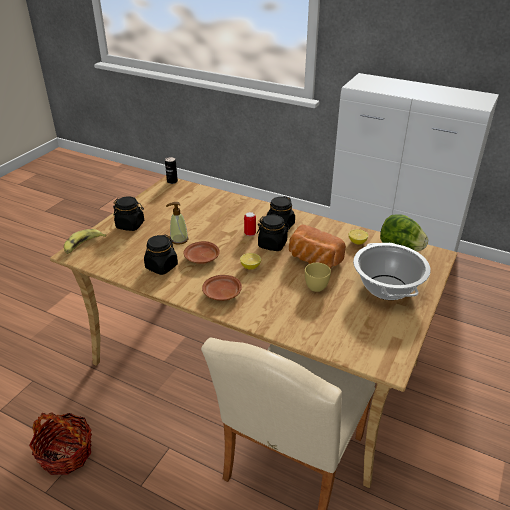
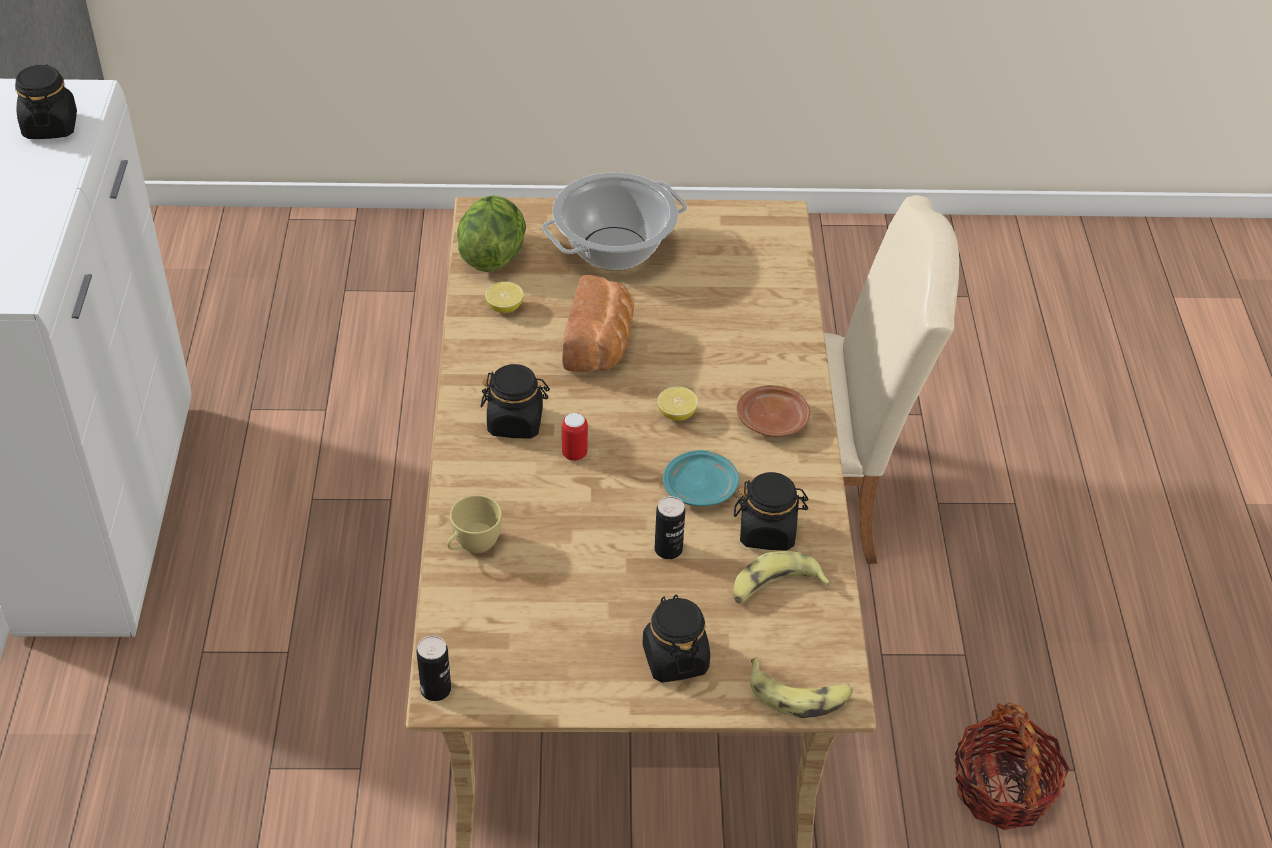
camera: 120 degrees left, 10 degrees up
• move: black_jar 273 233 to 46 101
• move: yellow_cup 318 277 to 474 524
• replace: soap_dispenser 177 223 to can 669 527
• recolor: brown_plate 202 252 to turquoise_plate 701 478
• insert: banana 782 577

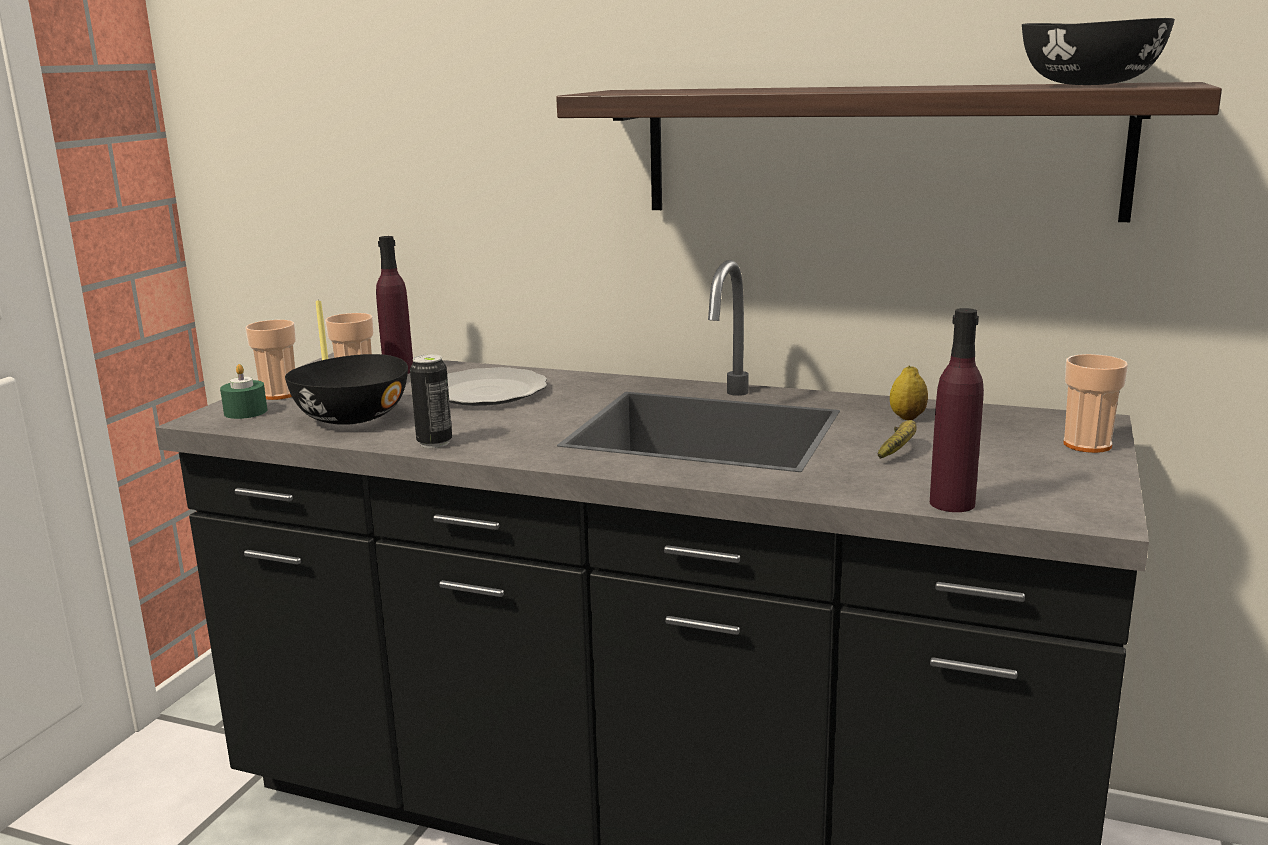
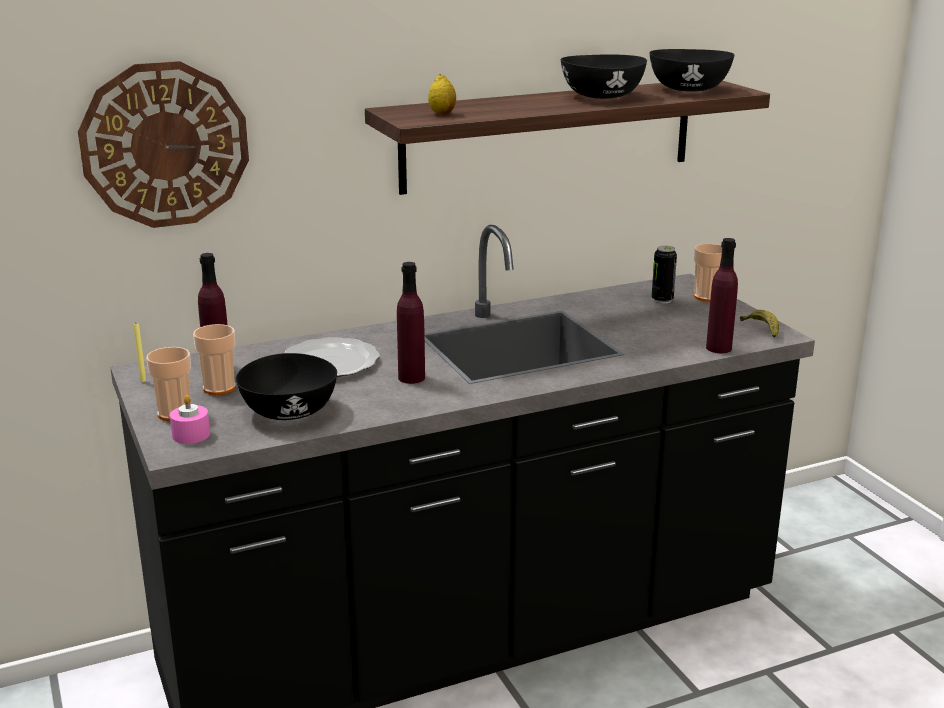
camera: 45 degrees left, 5 degrees up
• insert: wall_clock 163 144
• recolor: green_candle 243 391 to pink_candle 190 419
• insert: purple_bottle 411 323
• move: lemon 909 393 to 442 94
• insert: black_bowl 604 76
• move: can 431 401 to 664 275
• move: banana 897 439 to 759 324

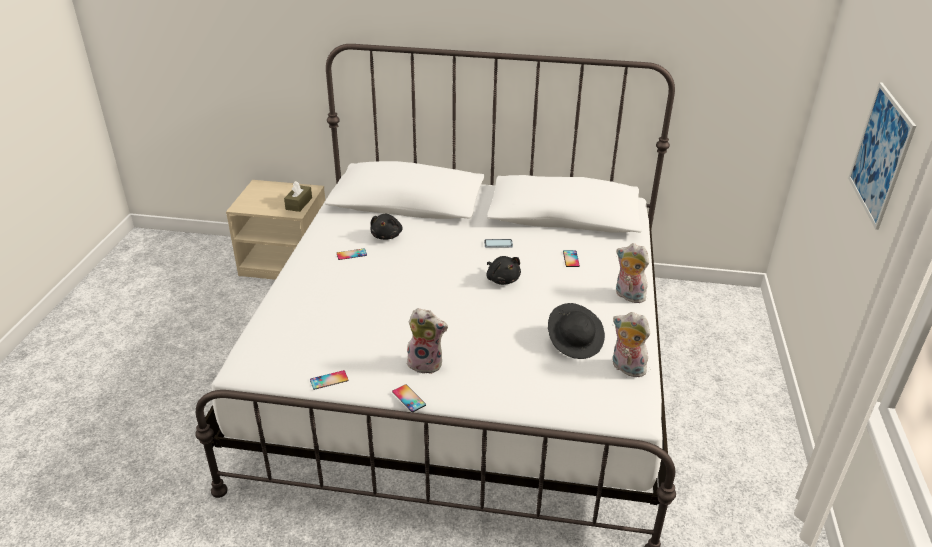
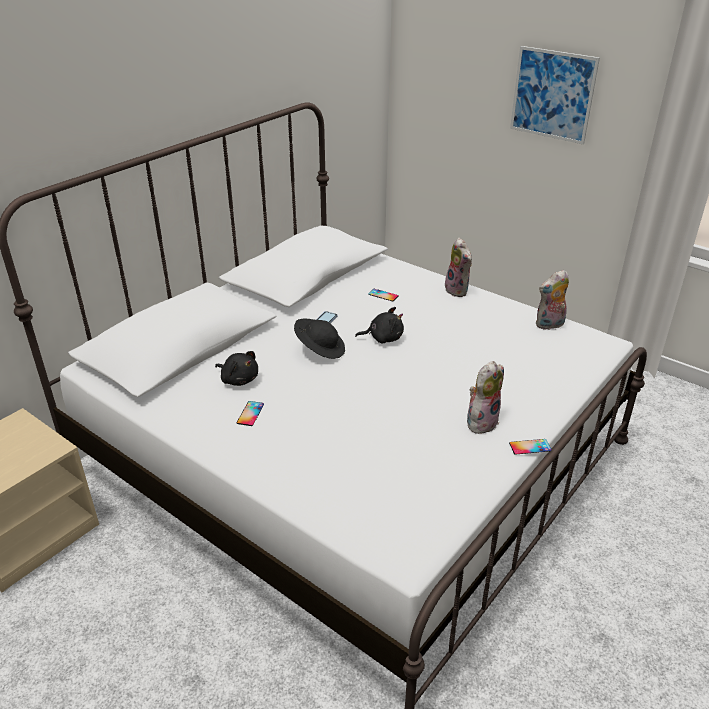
camera: 60 degrees left, 0 degrees up
• move: black_hat 576 331 to 319 339
• rotate: plush_toy 632 273 = 458 267 90 degrees counterclockwise
• delete: brown_tissue_box 298 196
• delete: phone 329 380

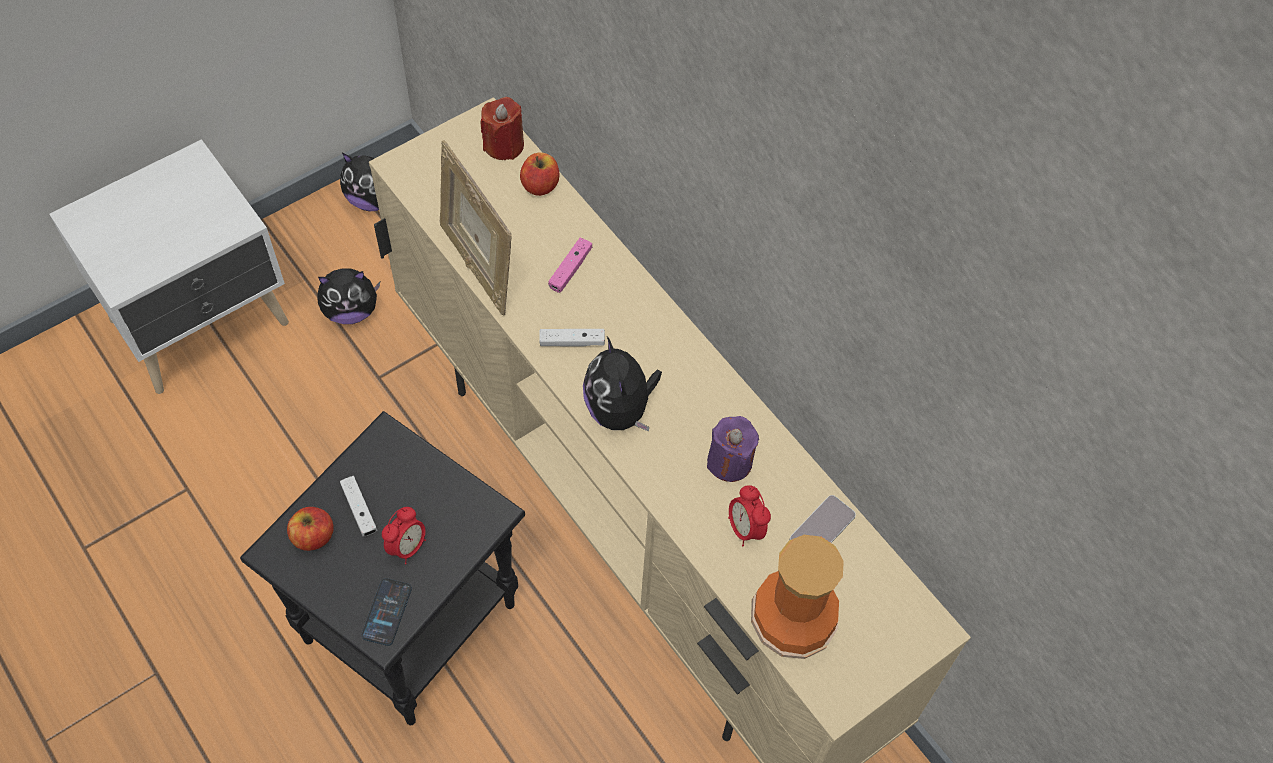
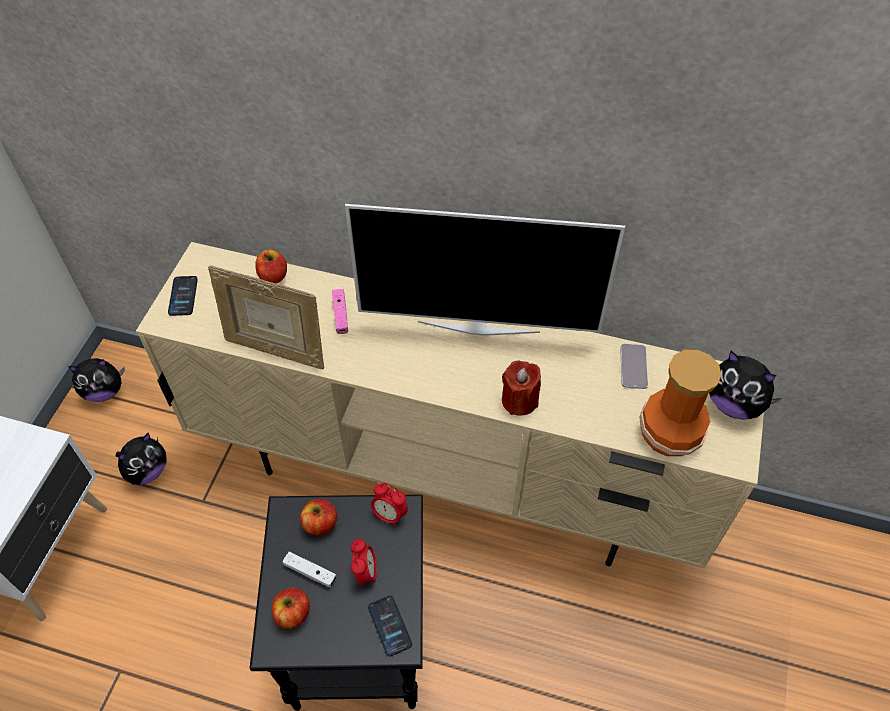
camera: 35 degrees left, 5 degrees down
• insert: phone 183 296
• insert: apple 318 517
• insert: television 485 270
• move: alarm_clock 749 516 to 389 505
• move: red_candle 502 128 to 521 388
• move: plush_toy 622 384 to 745 385
• delete: white_game_controller 572 338
• delete: purple_candle 733 449

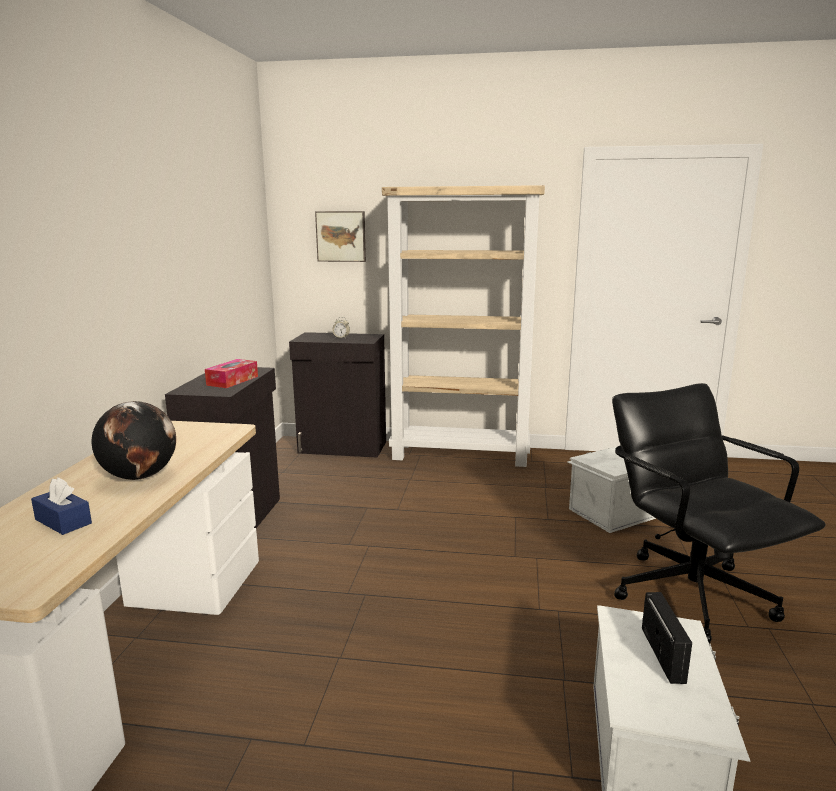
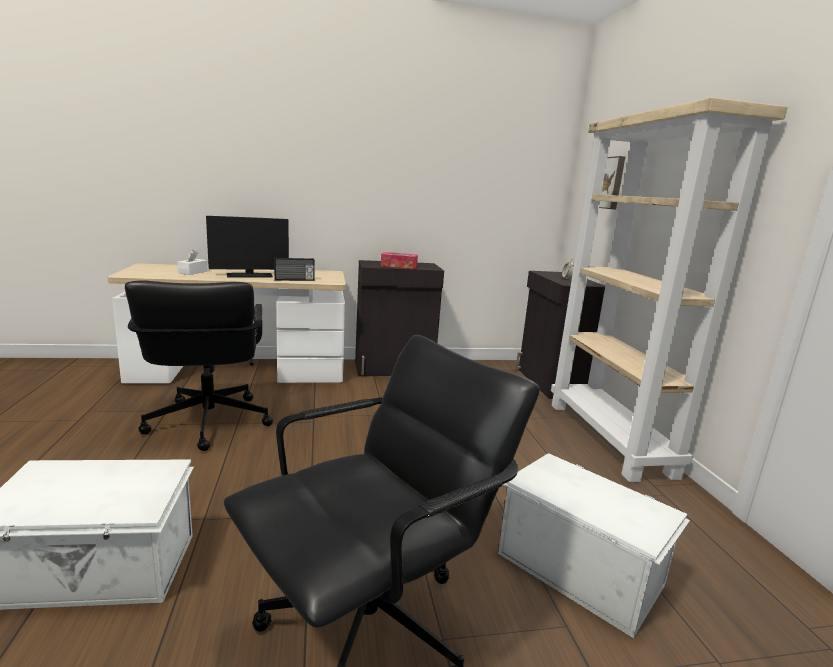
camera: 70 degrees right, 0 degrees up
• insert: black_office_chair 199 365
• recolor: blue_tissue_box 61 506 to white_tissue_box 192 262
• replace: globe 133 440 to monitor 247 246
• move: radio 667 638 to 294 269

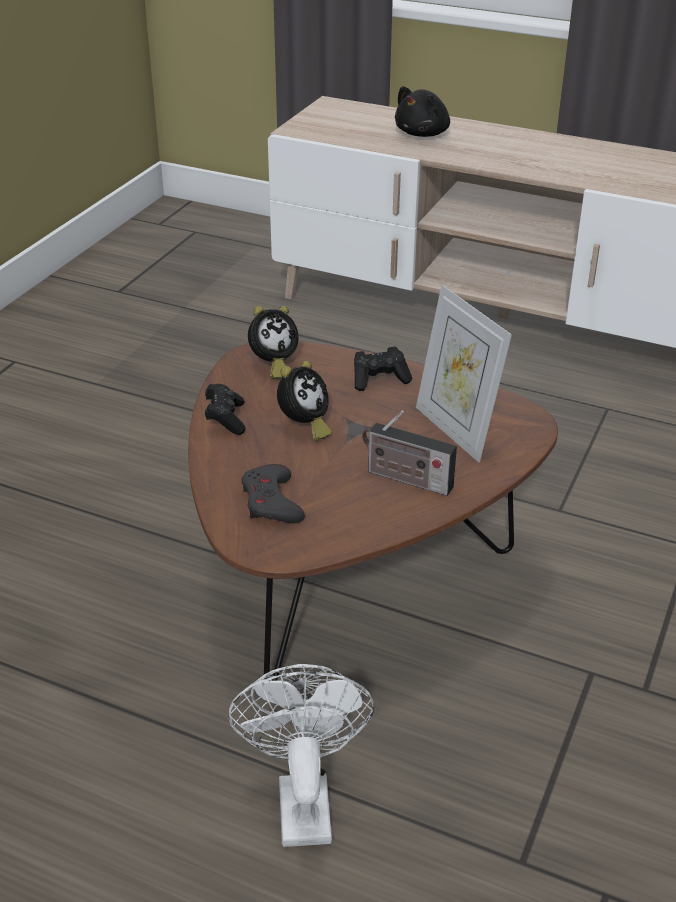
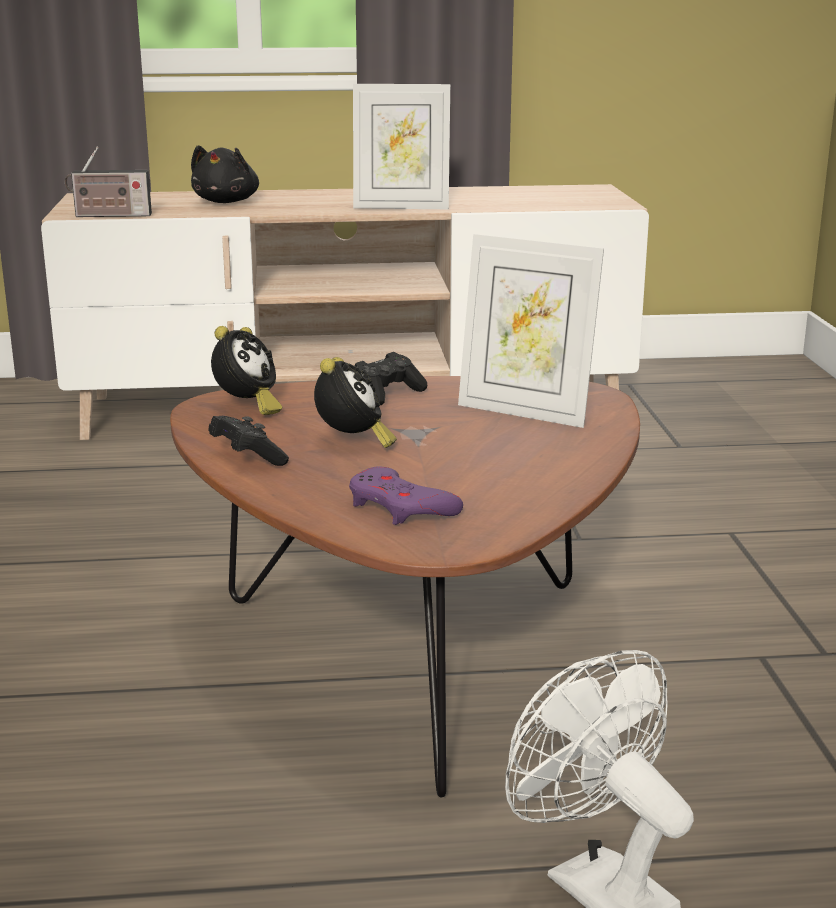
camera: 30 degrees left, 15 degrees down
• move: radio 409 453 to 108 182
• recolor: grey_game_controller 273 493 to purple_game_controller 406 495
• insert: picture_frame 401 146

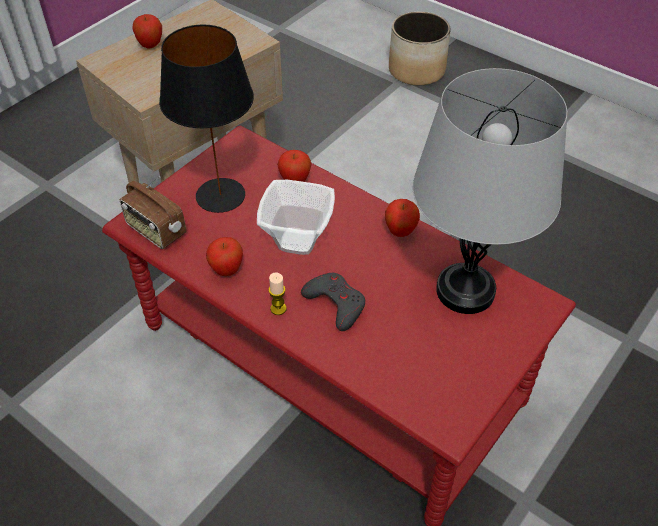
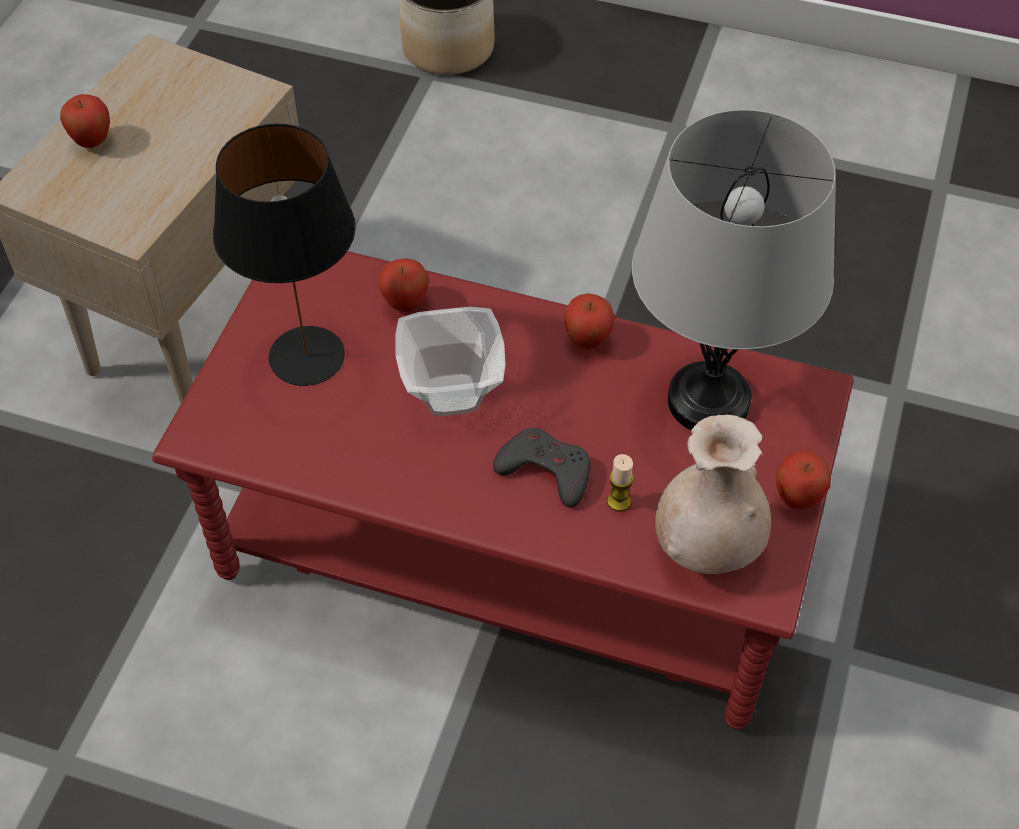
camera: 20 degrees left, 5 degrees up
• move: candle 277 293 to 620 482
• insert: beige_vase 713 494
• move: apple 224 256 to 803 480
• delete: radio 153 212

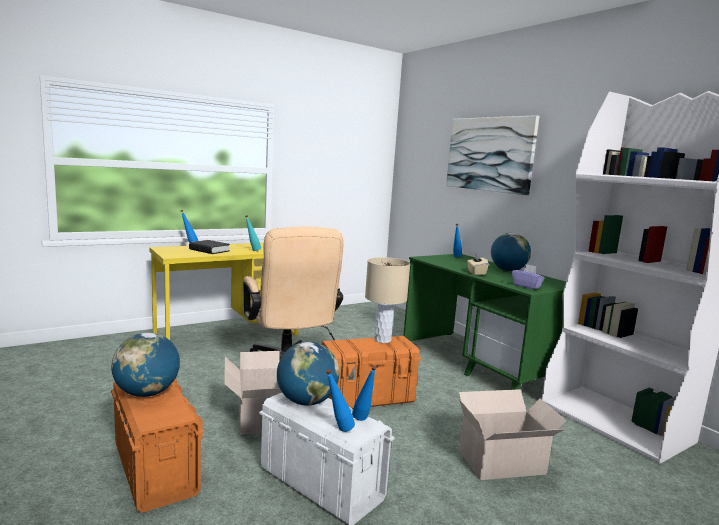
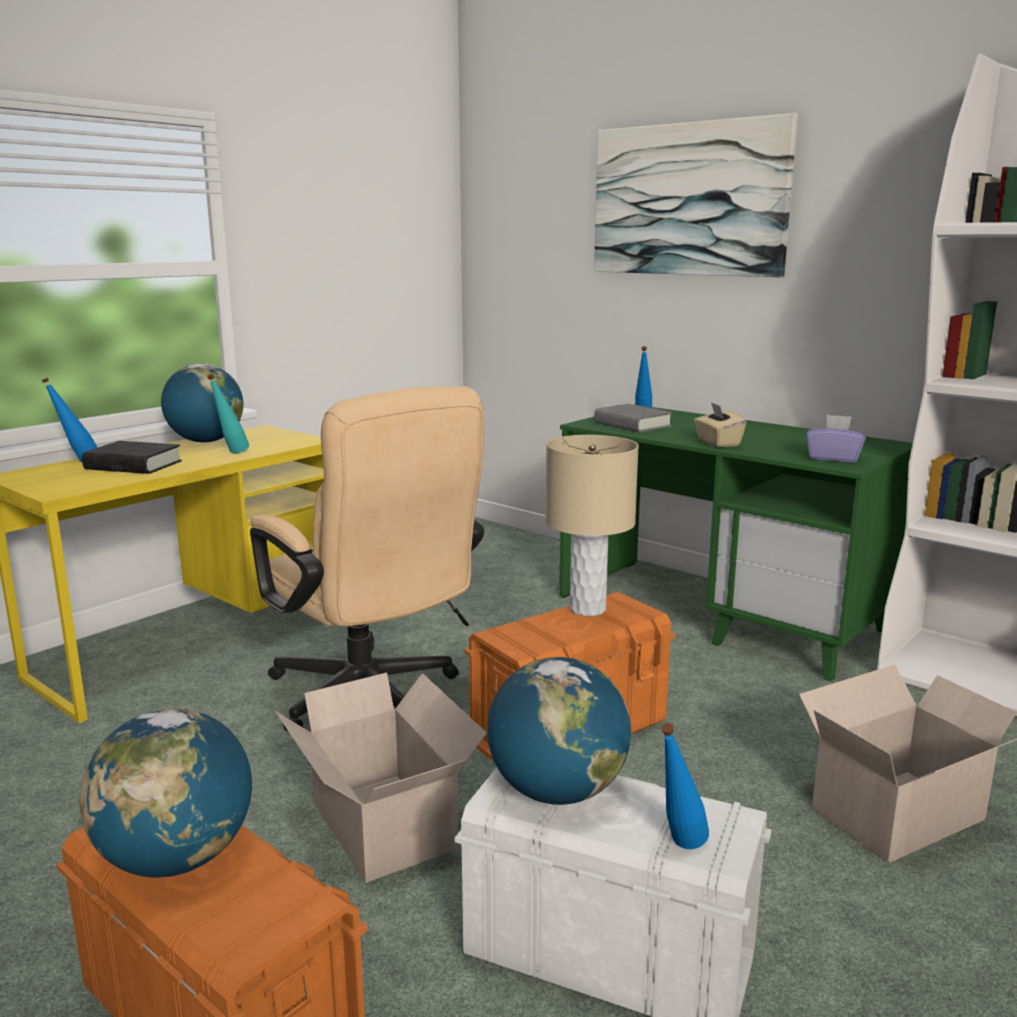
camera: 15 degrees left, 5 degrees up
• move: globe 511 252 to 202 403
• insert: grey_book 633 418
• delete: blue_bottle 364 393

